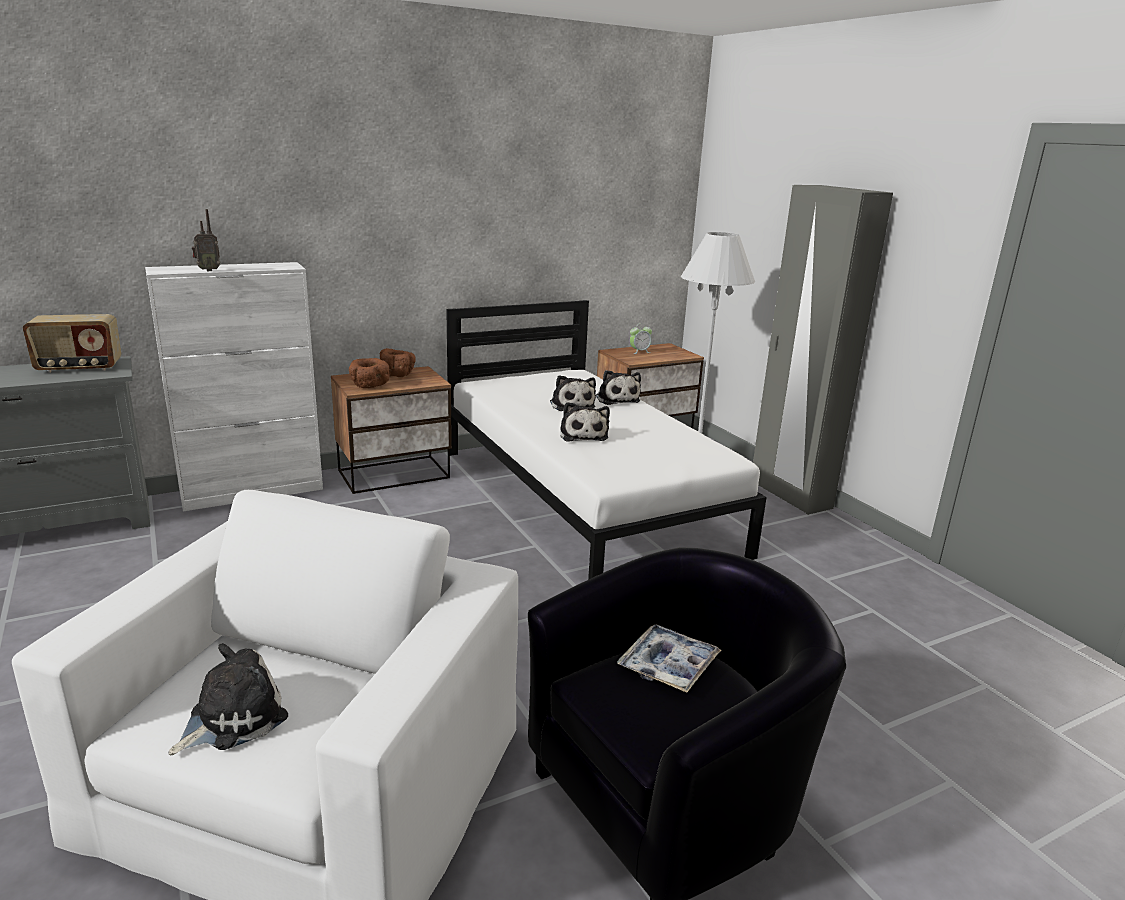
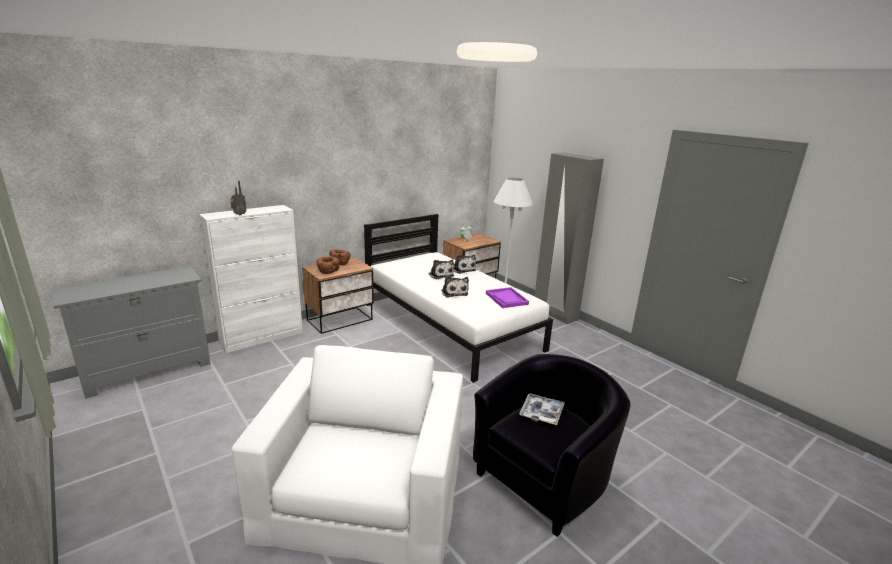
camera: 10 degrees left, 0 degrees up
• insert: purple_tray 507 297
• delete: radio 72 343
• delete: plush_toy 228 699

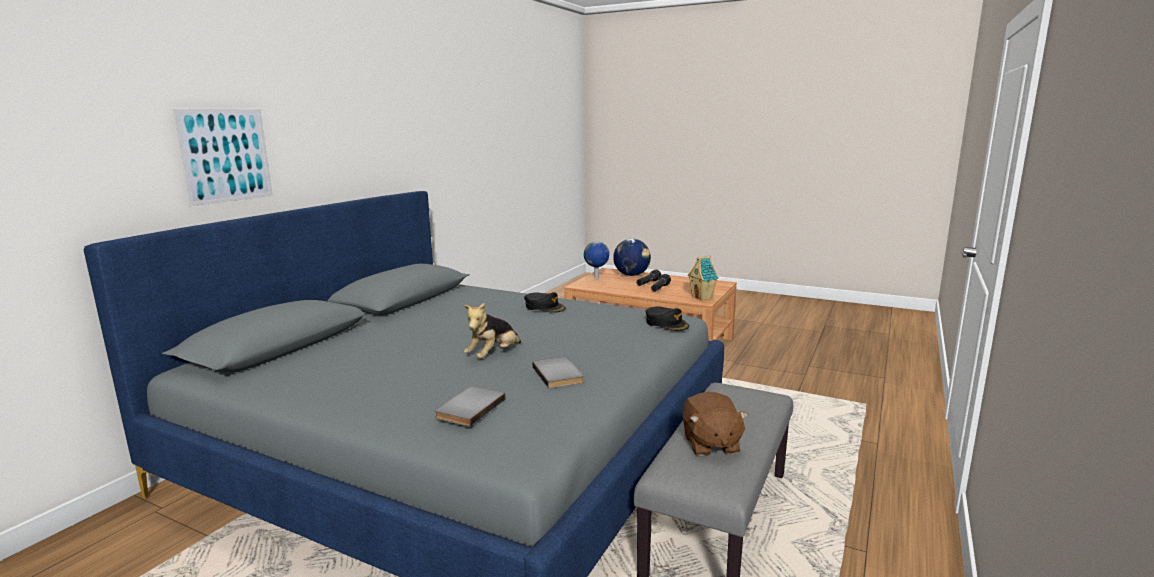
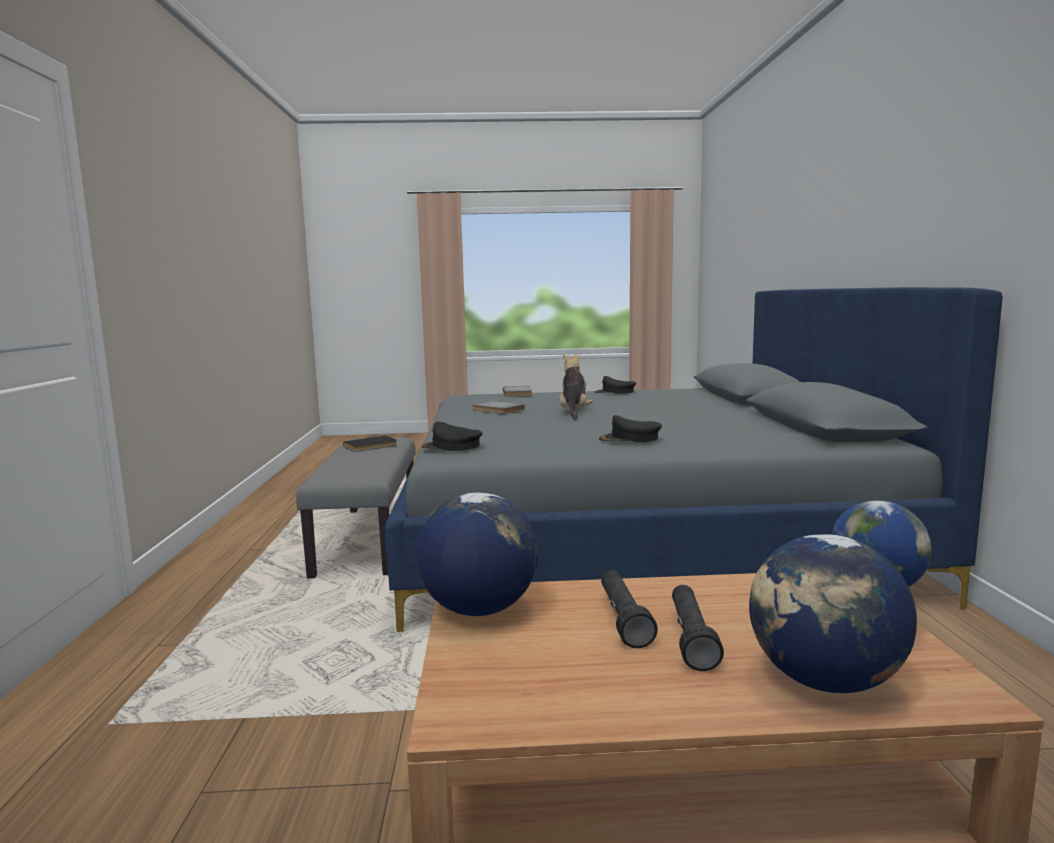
camera: 150 degrees right, 5 degrees down
• replace: brown_plush_toy 715 423 to black_book 370 444
• replace: toy_house 703 278 to globe 477 554
• insert: black_cap 615 385
• delete: picture 223 157

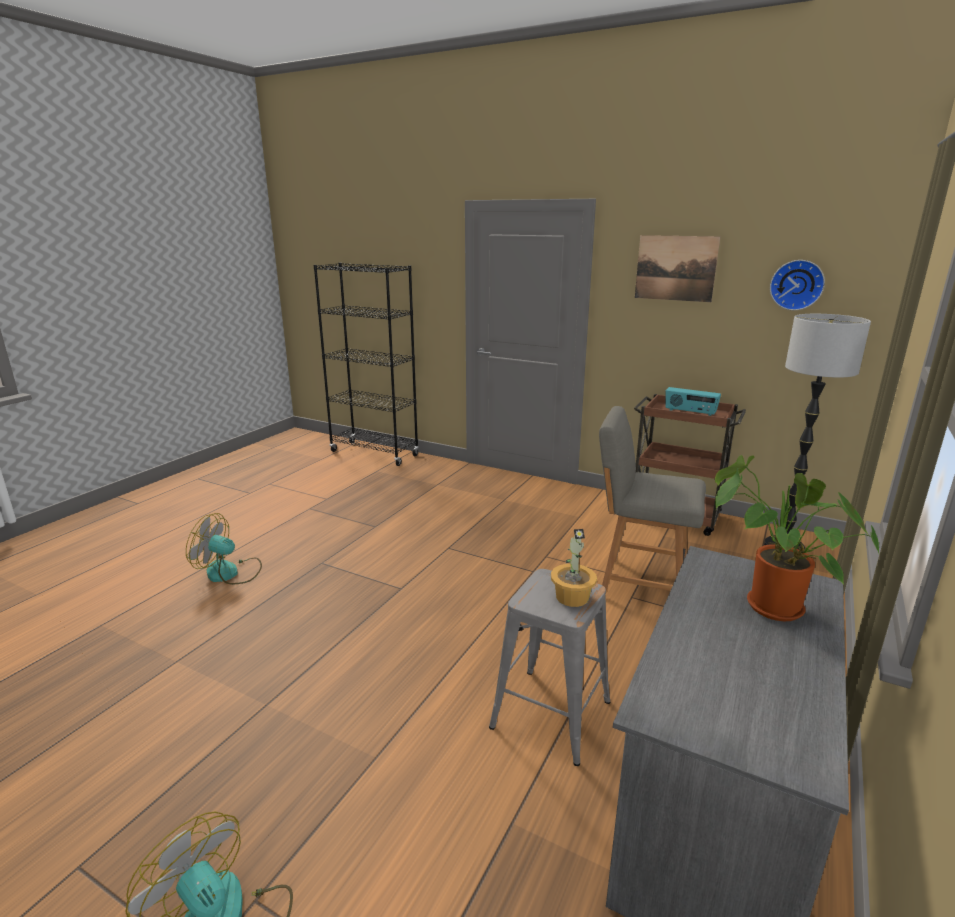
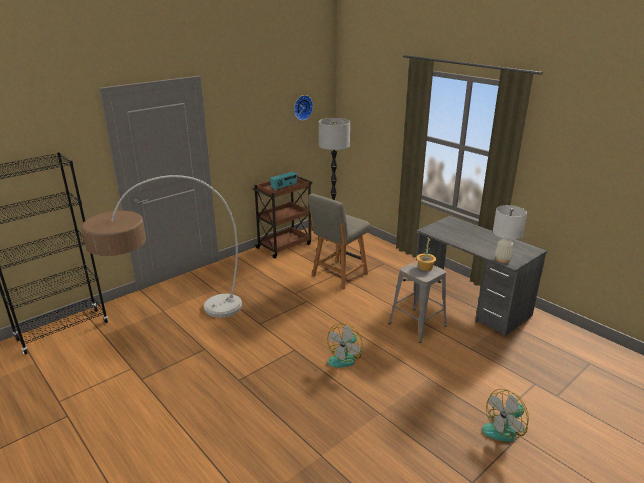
camera: 70 degrees left, 5 degrees up
• insert: floor_lamp 161 246
• move: fan 224 549 to 345 345
• insert: white_table_lamp 510 234
• delete: picture 677 268
• delete: potted_plant 797 538

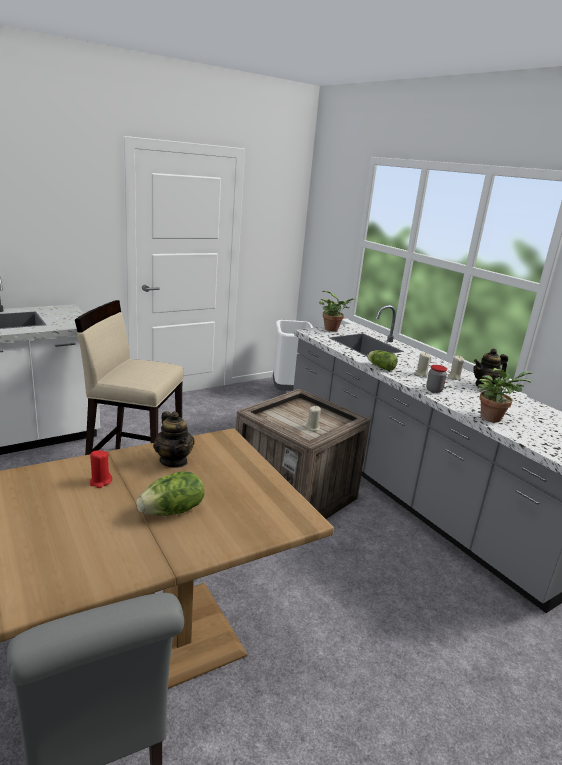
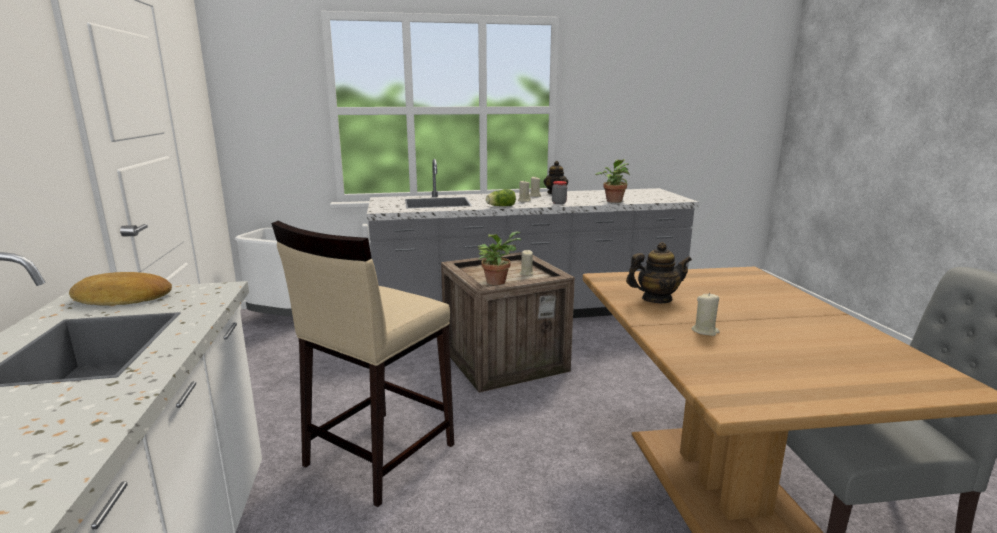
camera: 65 degrees left, 5 degrees down
• insert: bread 120 289
• move: potted_plant 337 311 to 499 258
• recolor: red_candle 101 469 to beige_candle 705 314
• delete: lettuce 170 494

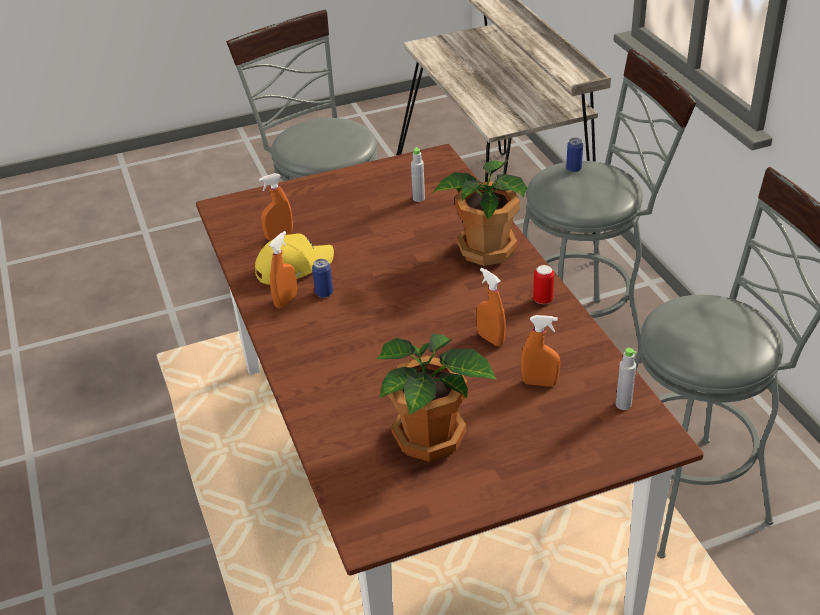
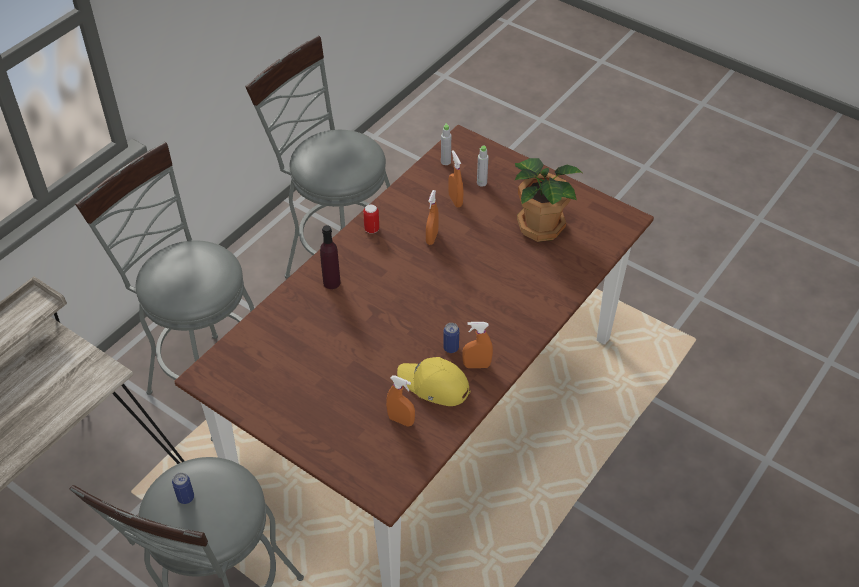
camera: 125 degrees left, 10 degrees up
• move: can 574 155 to 183 488
• replace: potted_plant 480 213 to purple_bottle 330 257
• move: grey_bottle 418 174 to 483 166

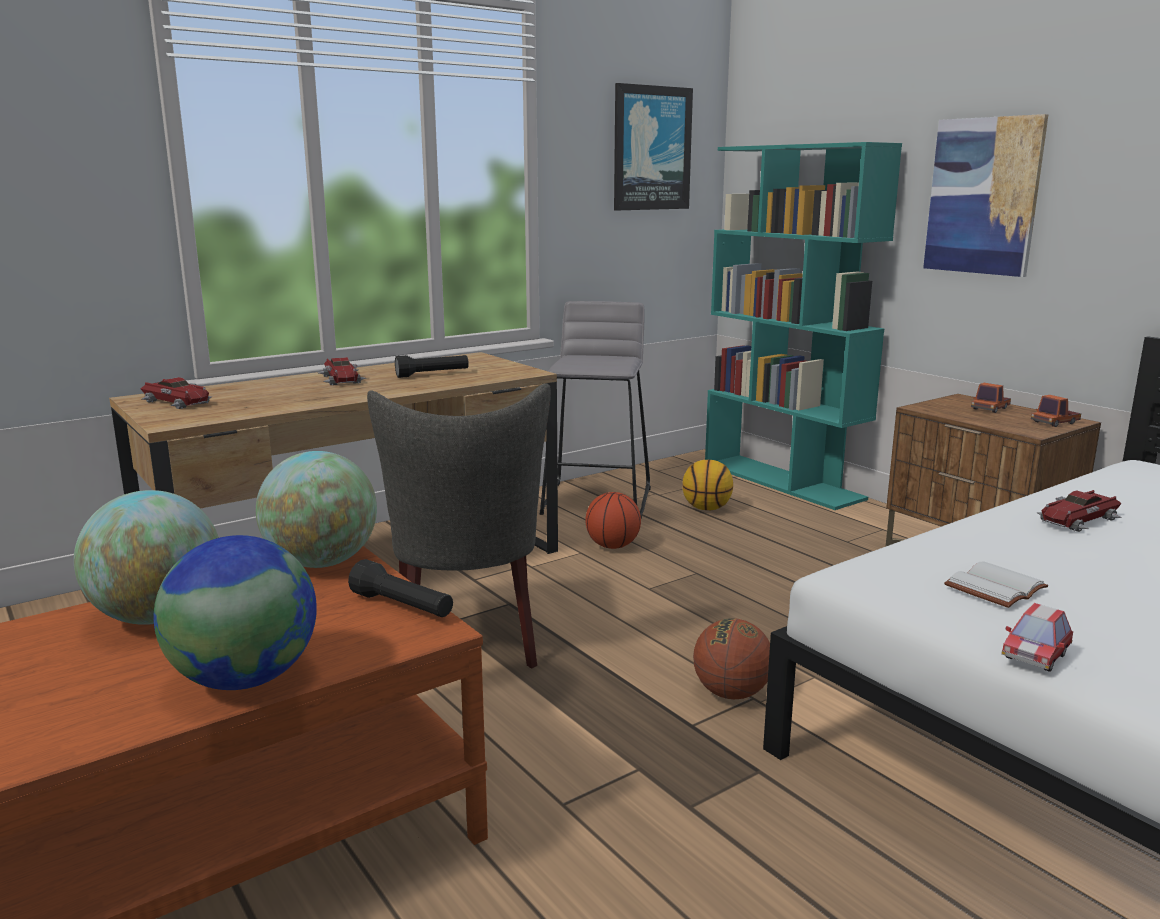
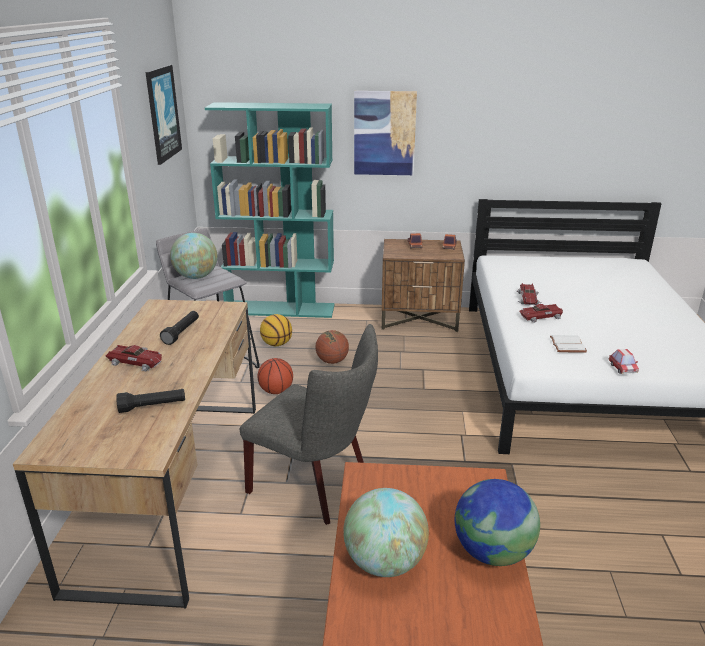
camera: 50 degrees left, 10 degrees up
• move: black_flashlight 400 588 to 150 401
• move: globe 316 509 to 194 256
• move: basketball 731 658 to 332 347
• move: toy_car 176 393 to 541 313

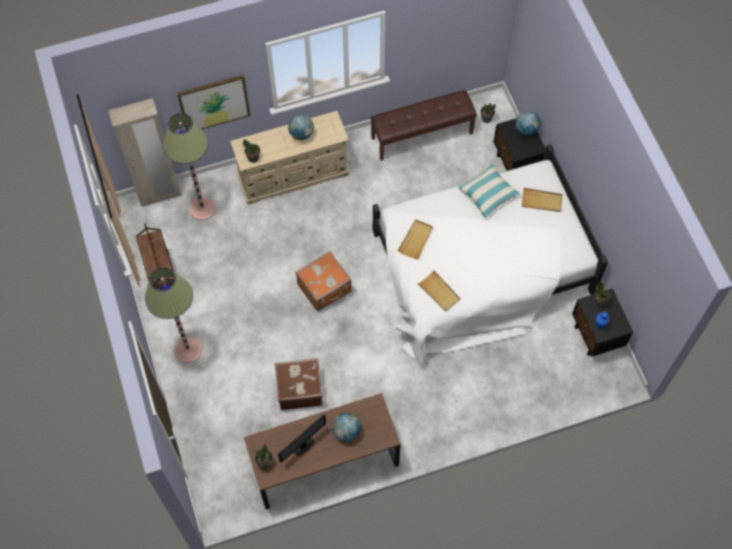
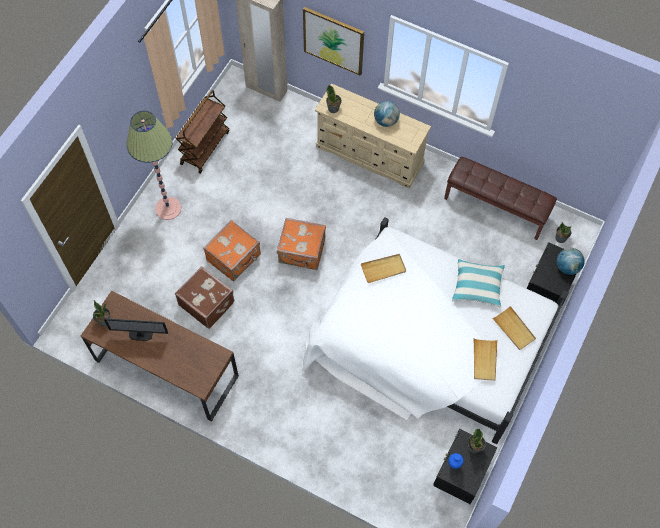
camera: 45 degrees right, 0 degrees up
• insert: orange_suitcase 232 250
• move: beige_tray 439 290 to 485 360
• delete: floor_lamp 189 166
• delete: globe 346 427

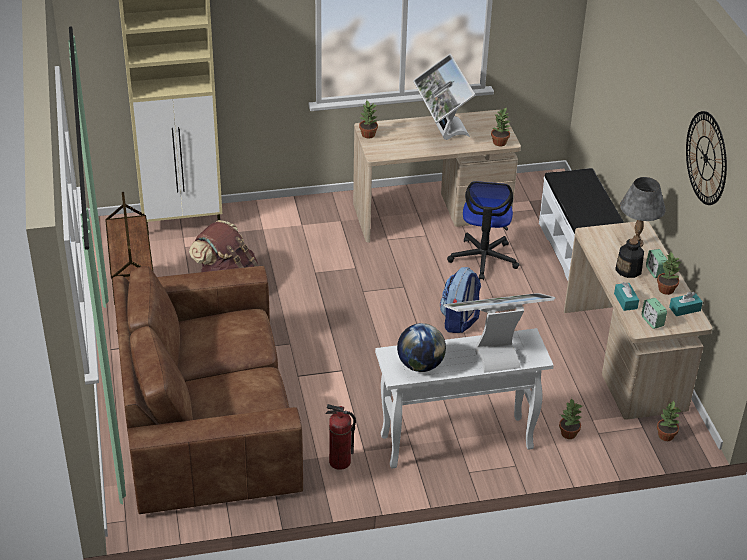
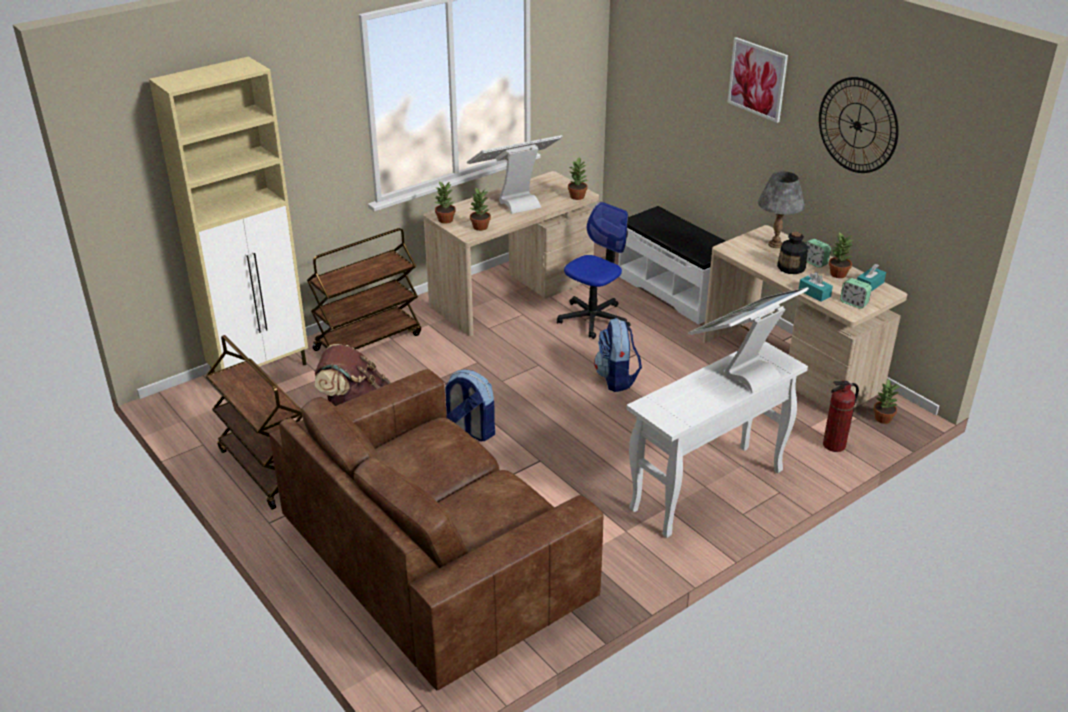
camera: 25 degrees left, 5 degrees down
• insert: brown_cart 364 289
• insert: backpack 470 405
• rotate: monitor 444 97 = 515 174 105 degrees clockwise
• move: potted_plant 570 418 to 480 209
• rotate: office_chair 483 230 = 593 270 120 degrees counterclockwise
• insert: picture 757 80
• move: fire_extinguisher 341 437 to 841 416
• delete: globe 421 347

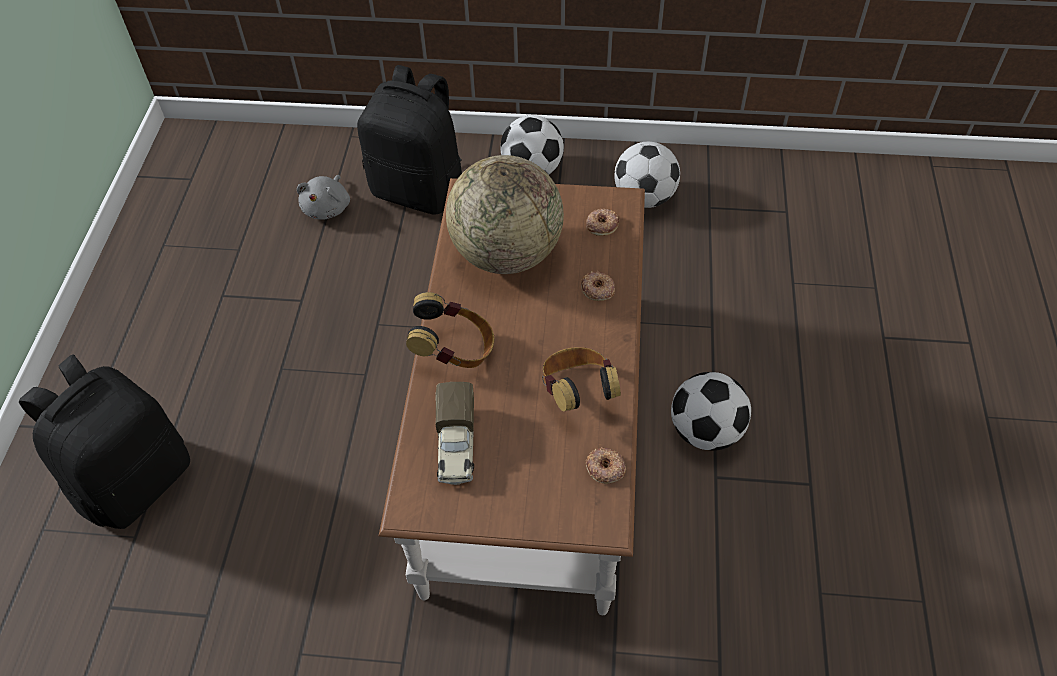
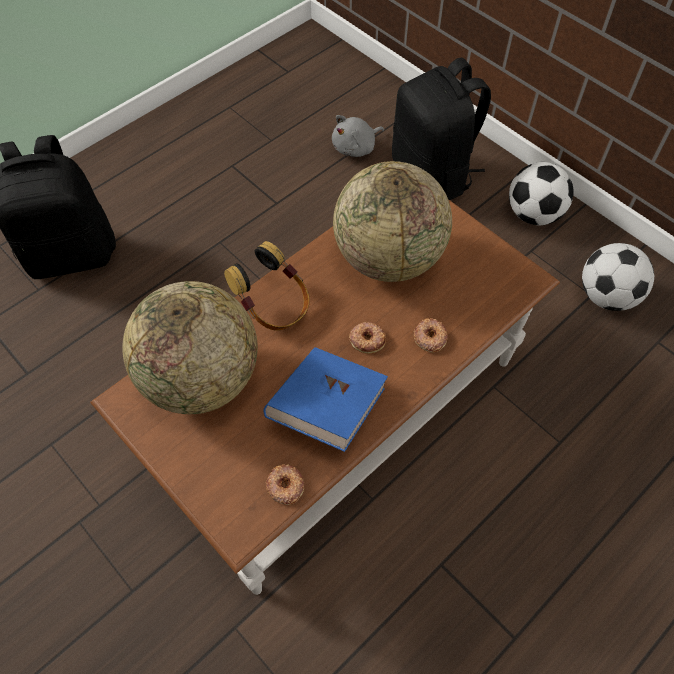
camera: 40 degrees right, 5 degrees up
• replace: toy_truck 454 433 to globe 190 347
• replace: headphones 581 379 to blue_book 325 399
• move: donut 602 222 to 367 338
• delete: football 711 411

